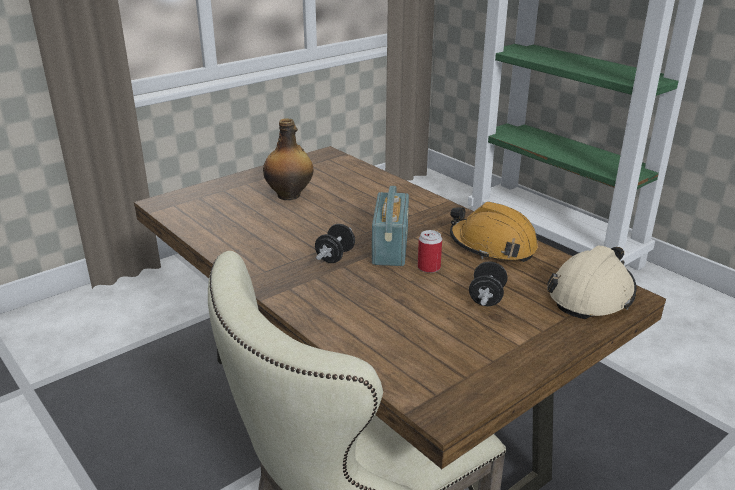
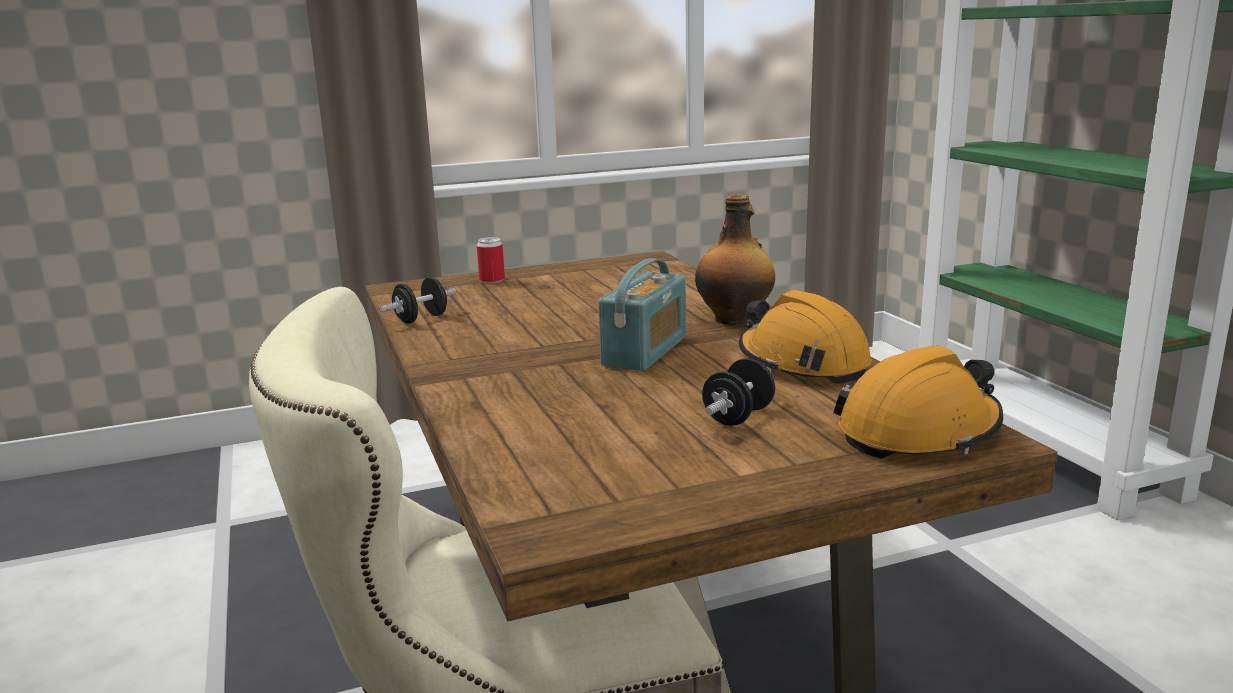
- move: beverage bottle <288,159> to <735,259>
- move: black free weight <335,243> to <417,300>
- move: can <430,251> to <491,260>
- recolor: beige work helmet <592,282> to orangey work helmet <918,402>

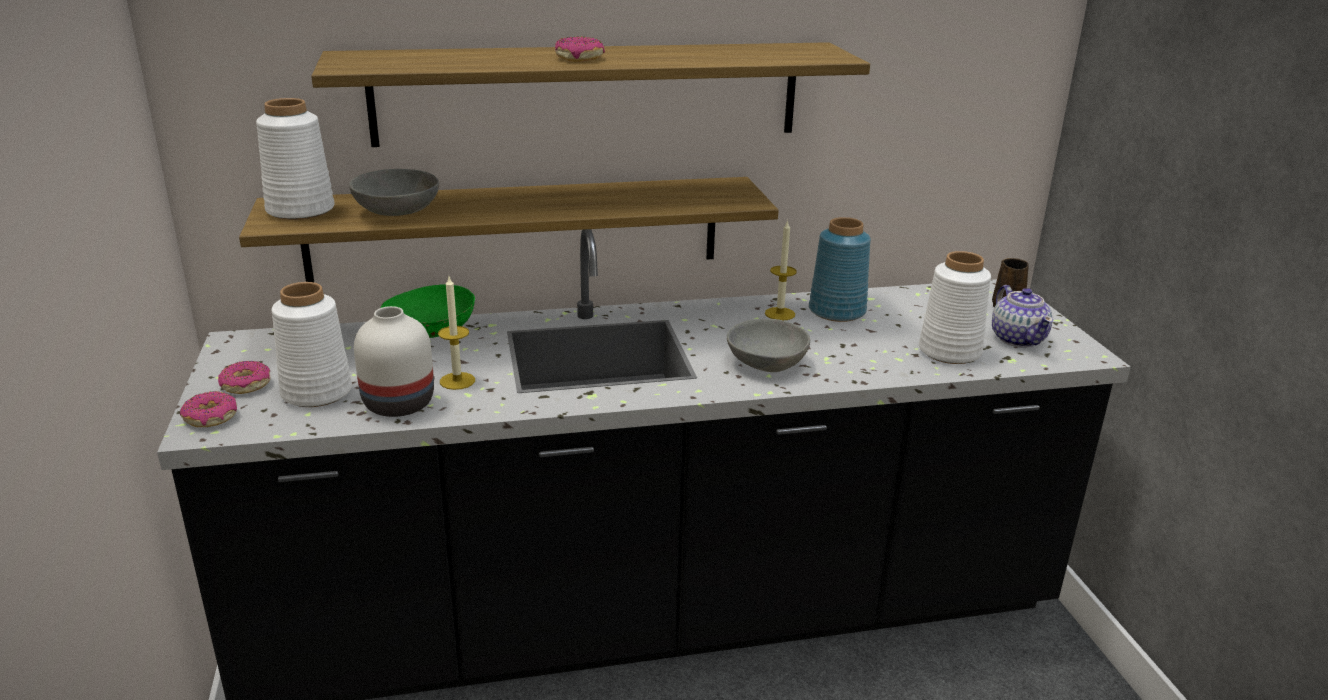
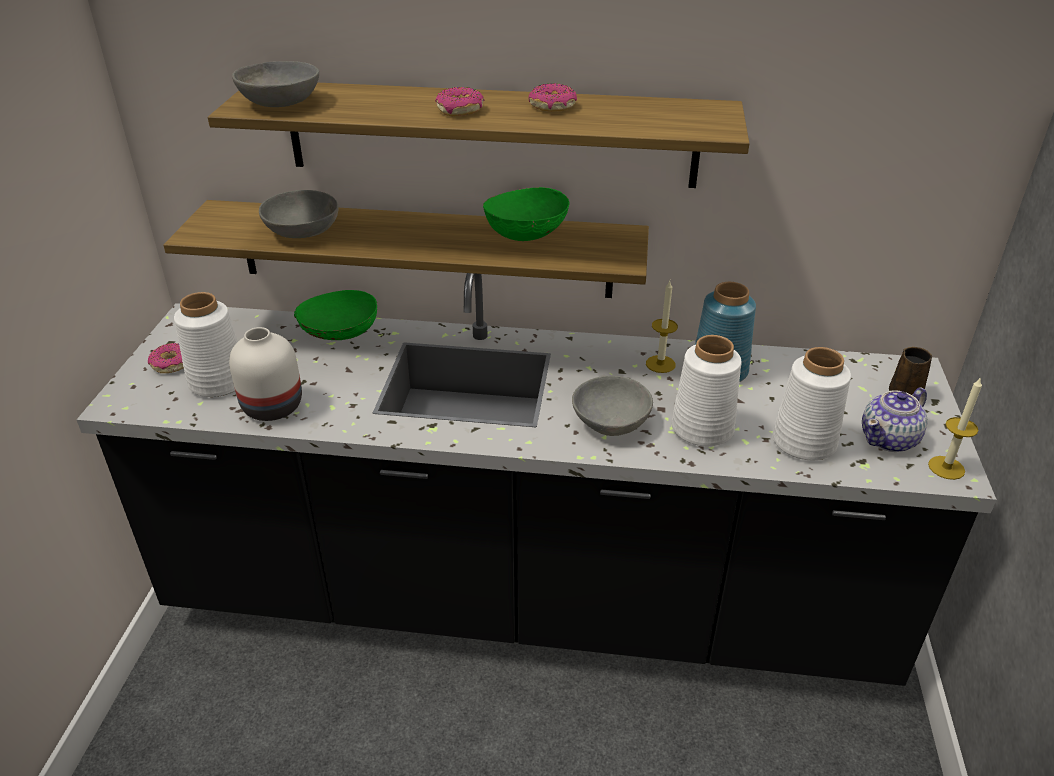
- move: white-coloured flower vase <295,159> to <707,390>
- move: candle <456,333> to <955,428>
- rotate: teapot <1022,316> = <895,419> 45 degrees clockwise
- move: donut <208,409> to <552,97>
- insert: greyish bowl <275,84>
- insert: greenish bowl <526,214>

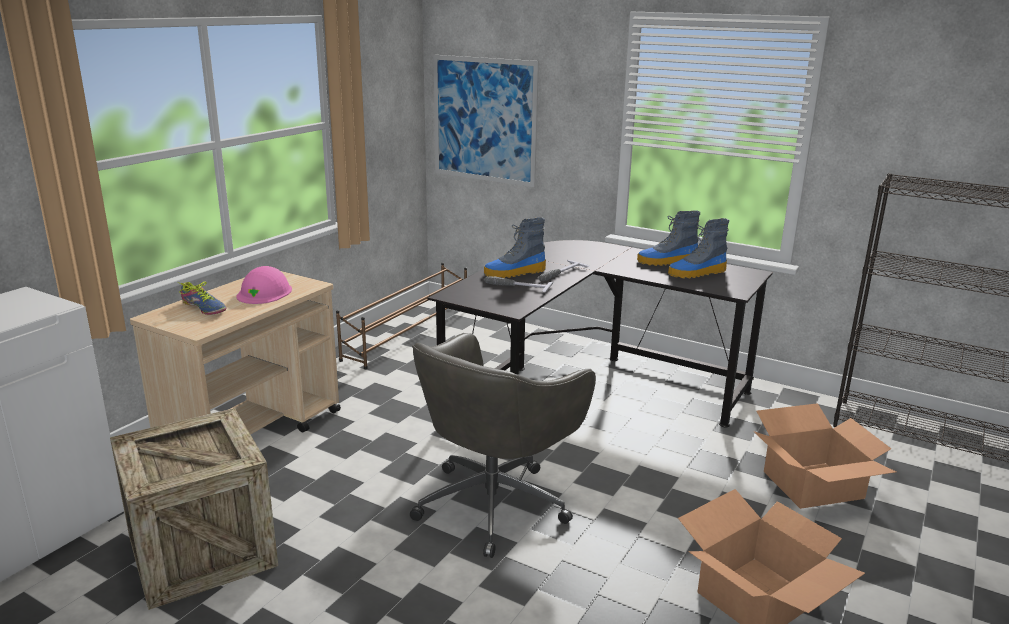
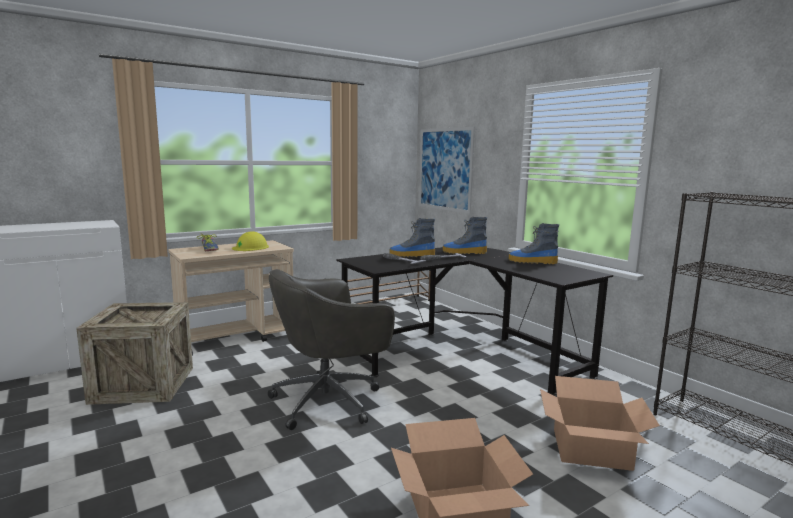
- move: tall boot <698,248> to <465,235>
- recolor: pinkish work helmet <264,285> to yellow work helmet <250,241>

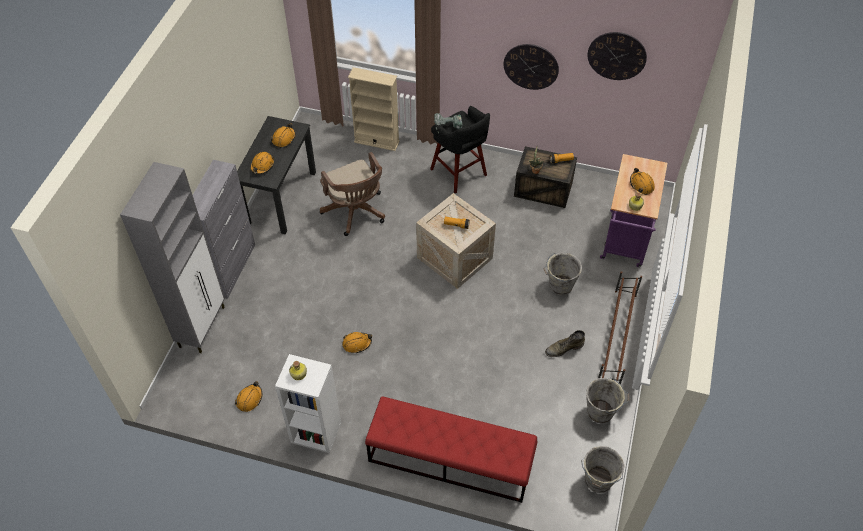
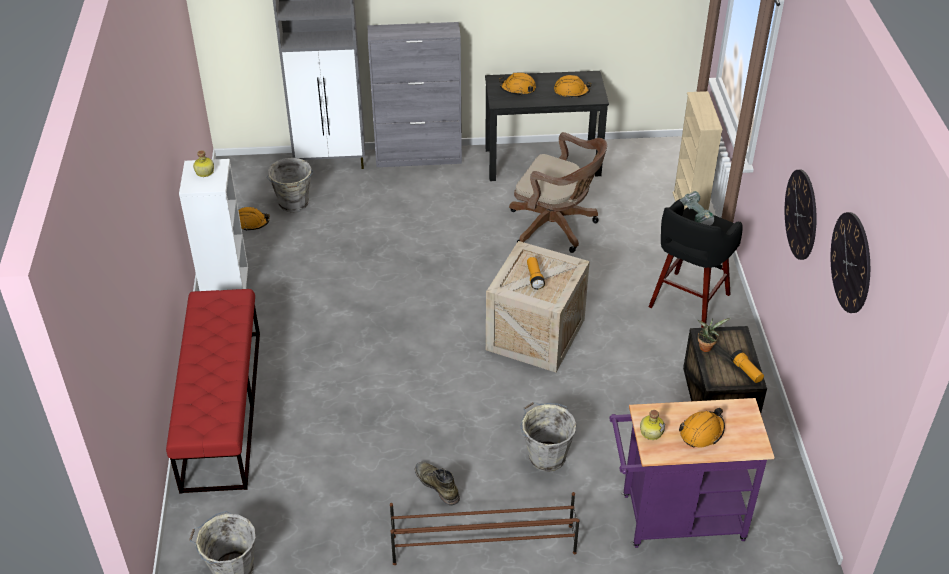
- rotate: brown-coloured desk chair <352,194> = <558,192> 105 degrees counterclockwise
- delete: orangey work helmet <357,342>
- move: greyish pail <607,401> to <289,185>

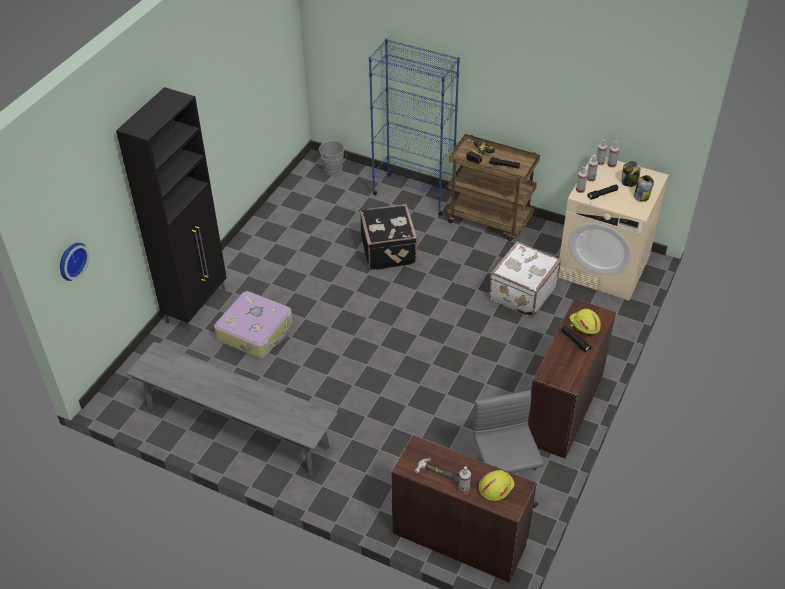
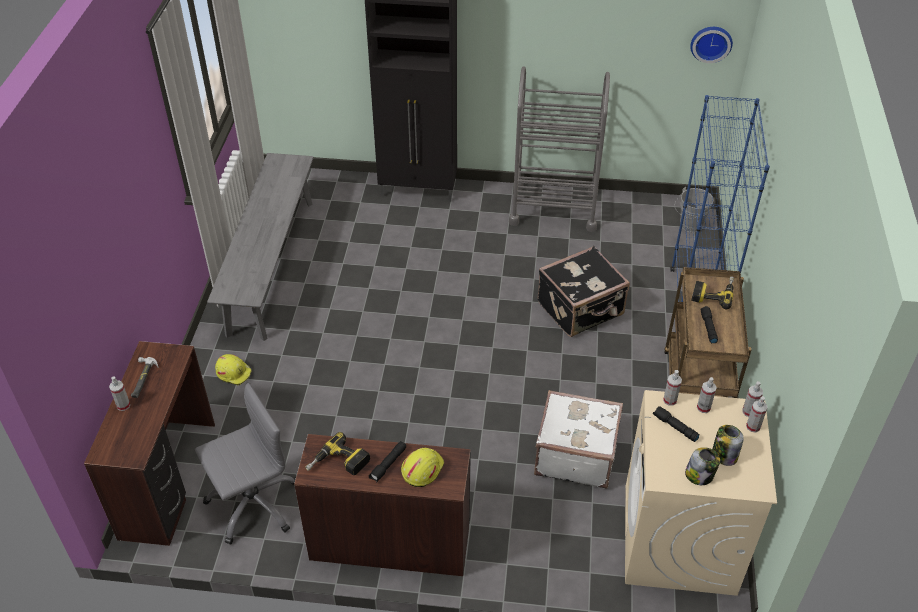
- move: clock on the wall <74,261> to <711,45>
- delete: suitcase <253,325>
- move: yellow work helmet <497,486> to <233,369>
- insert: greyish cart <559,149>
- insert: power drill <337,453>

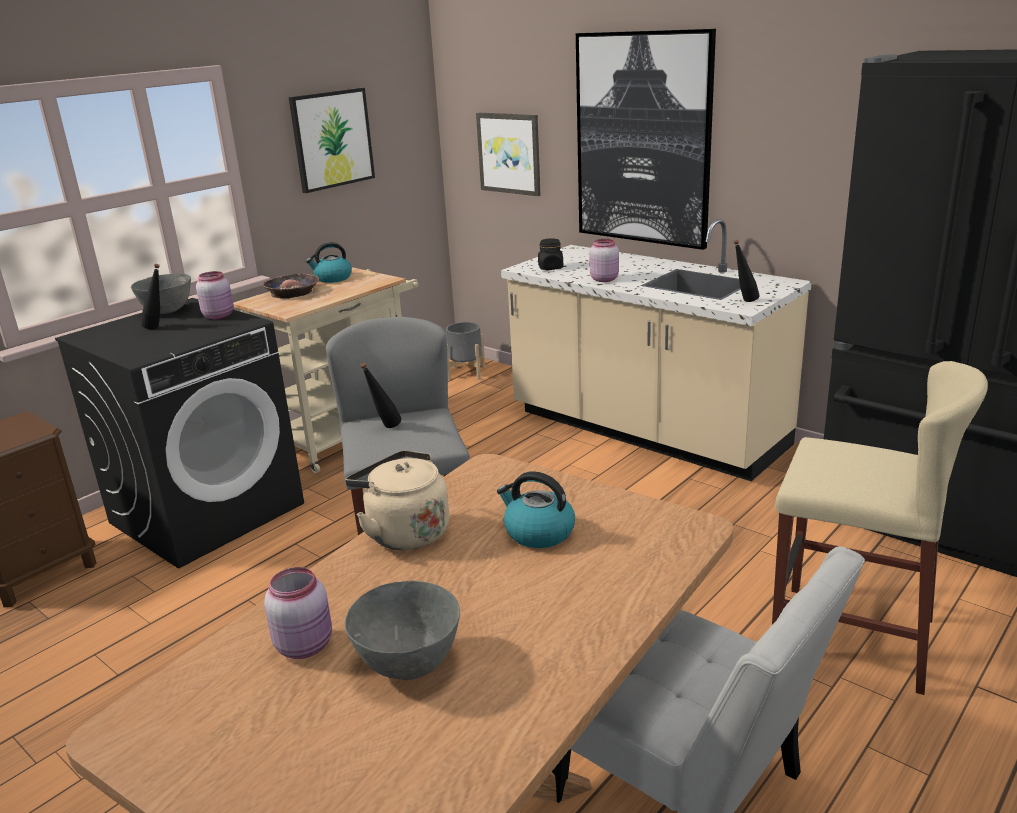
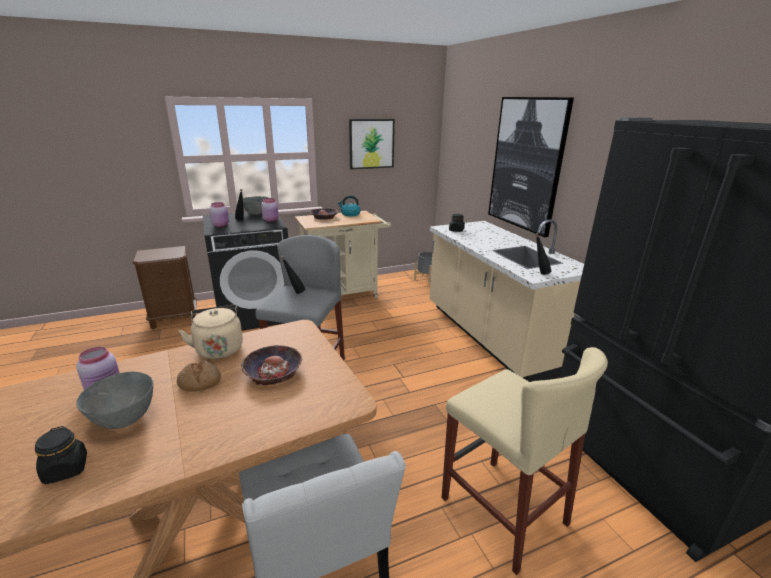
- delete: wall art <508,154>
- move: pinkish preserve jar <604,260> to <219,214>
- replace: kettle <536,509> to bowl <271,365>
- insert: baked bread <199,376>
- insert: black preserve jar <61,455>

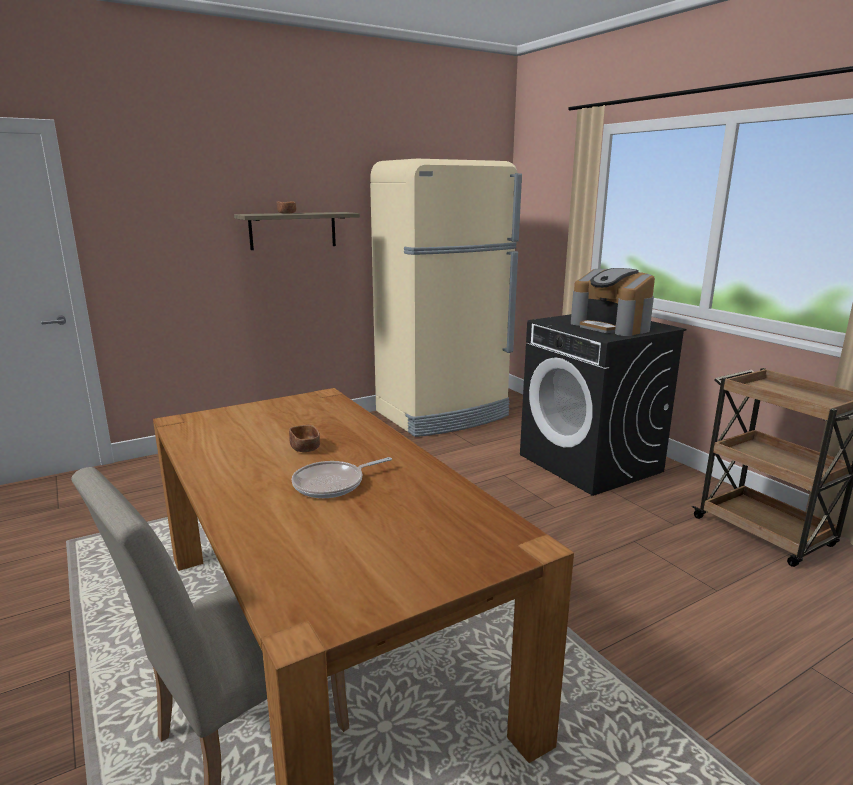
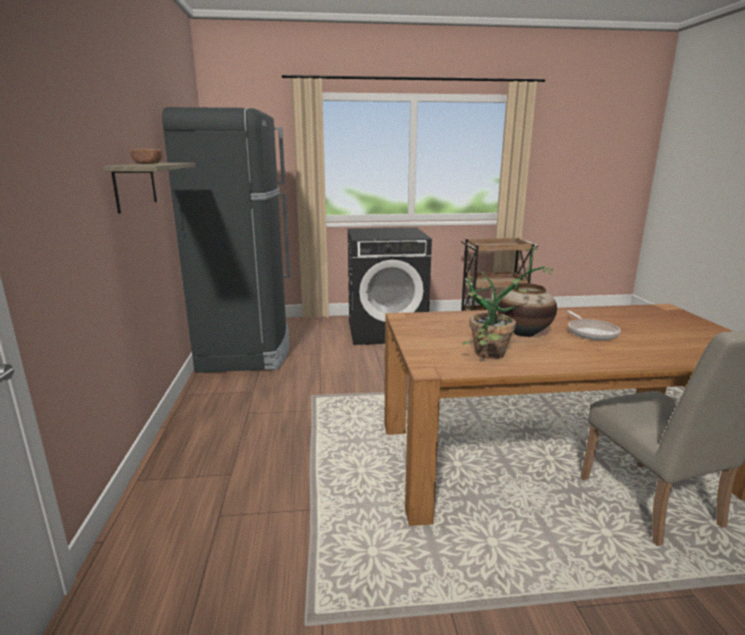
- recolor: beige kitchen fridge <446,298> to black kitchen fridge <226,240>
- delete: coffee machine <613,302>
- replace: brown-coloured bowl <304,438> to flower vase <527,310>
- insert: plant in a pot <507,303>

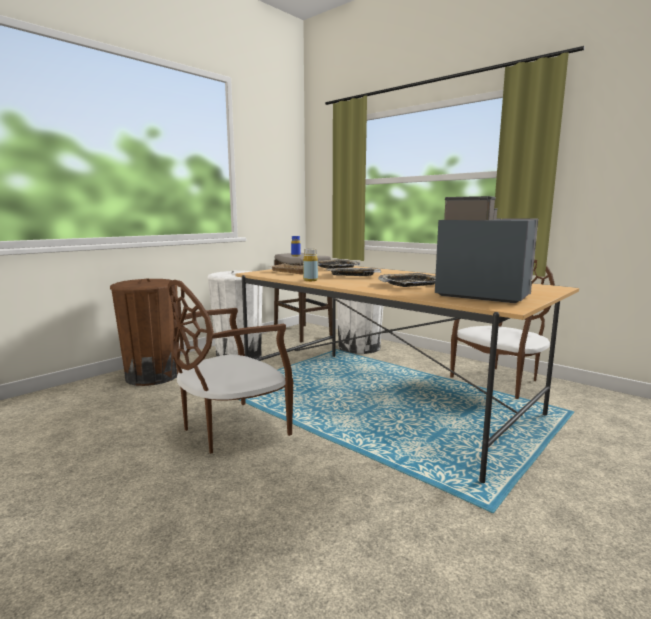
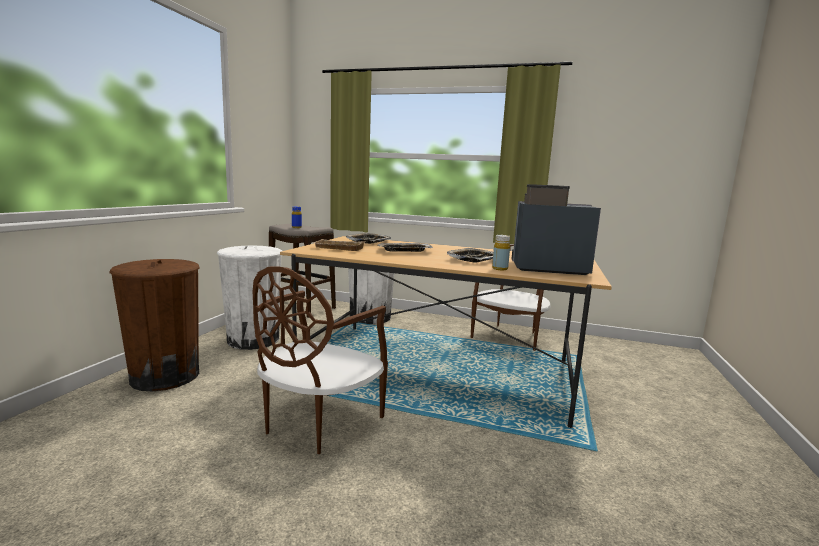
- move: yellow beverage bottle <310,265> to <501,252>

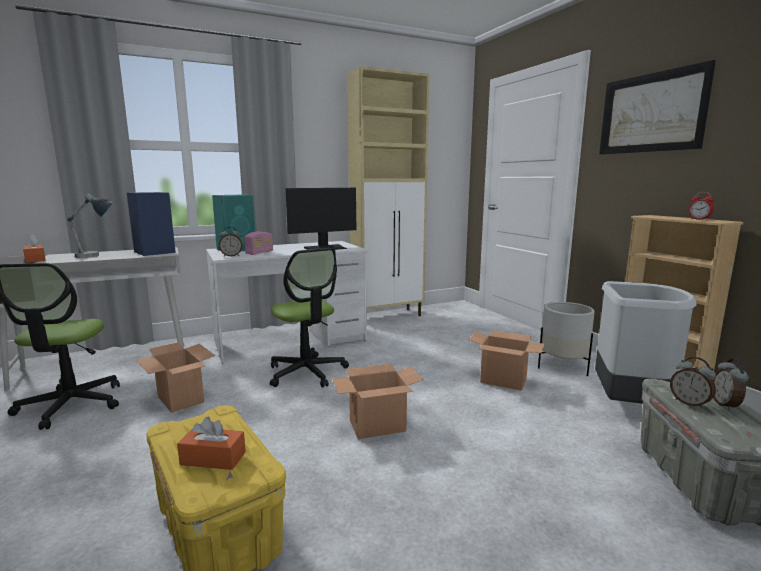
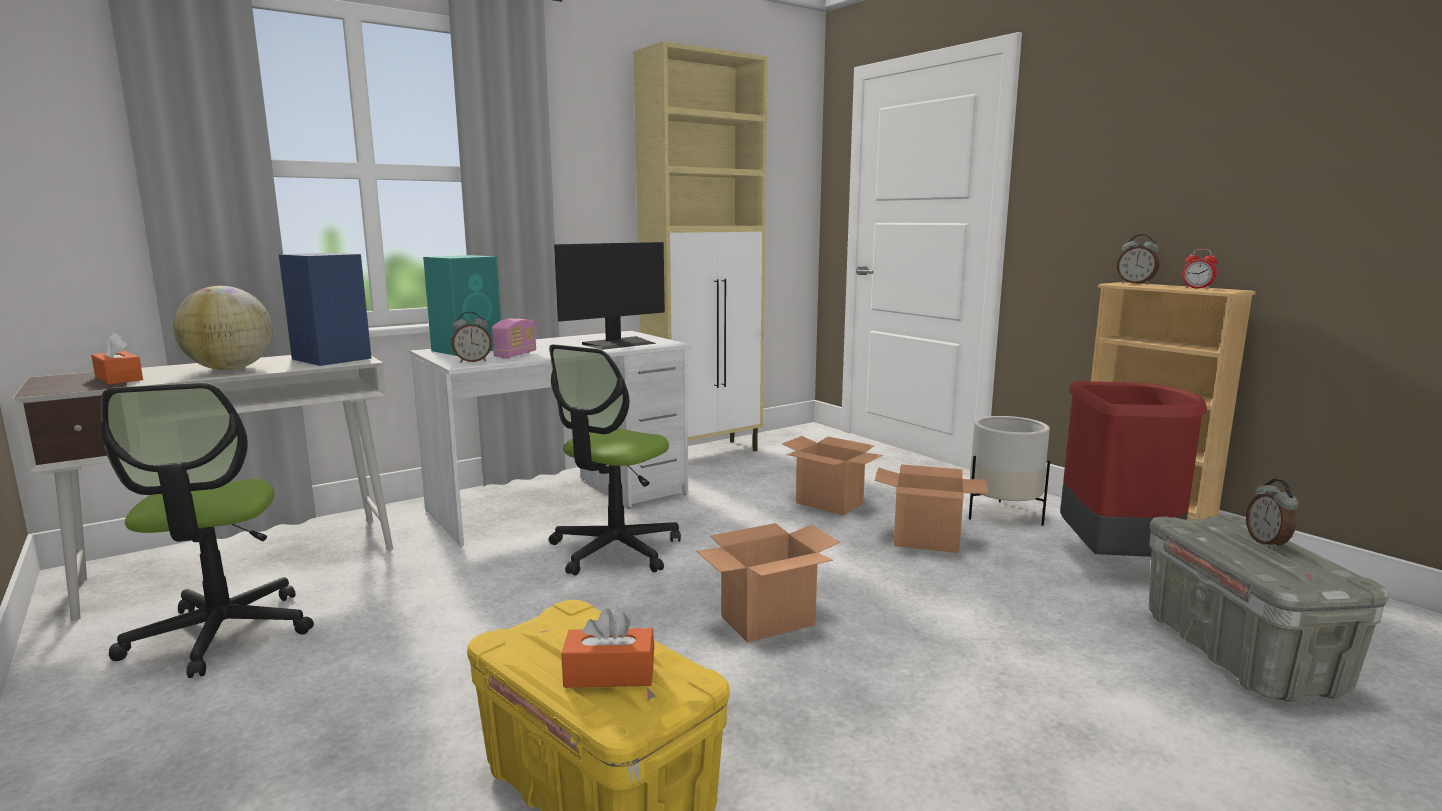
- delete: wall art <657,107>
- replace: table lamp <90,226> to globe <223,328>
- rotate: desk chair <309,318> = <615,459> 75 degrees clockwise
- recolor: greyish waste bin <646,342> to red-coloured waste bin <1133,469>
- move: packing box <176,377> to <832,475>
- move: alarm clock <693,383> to <1138,259>

